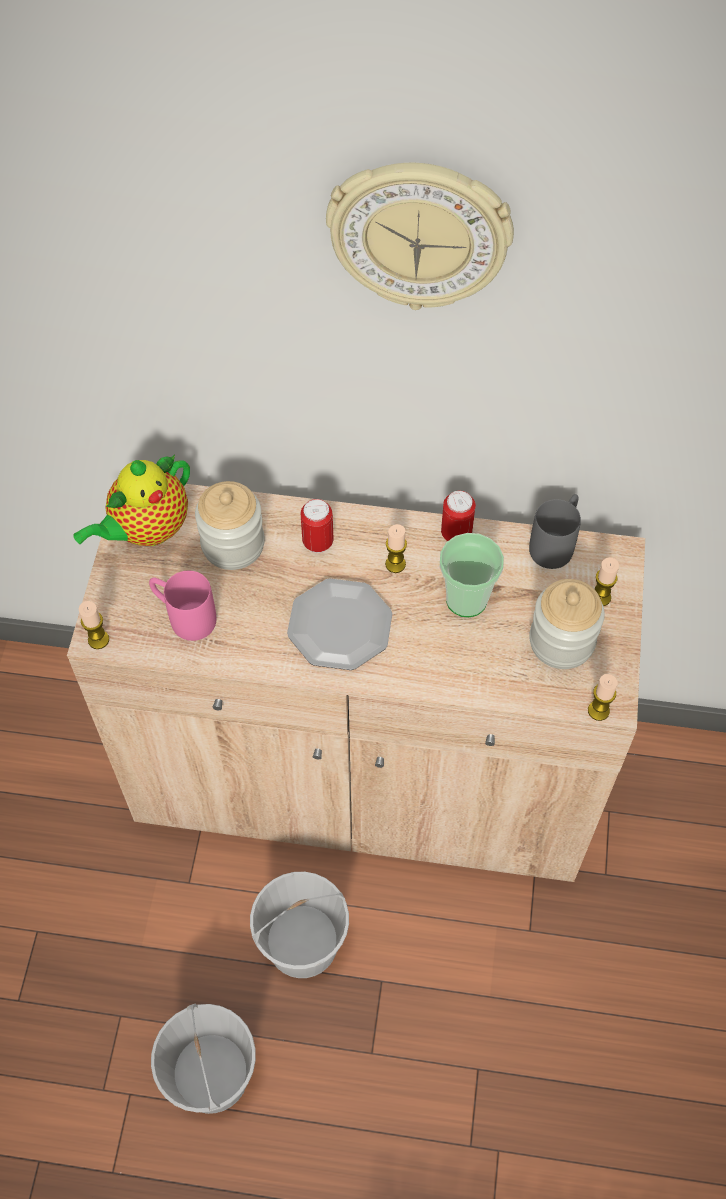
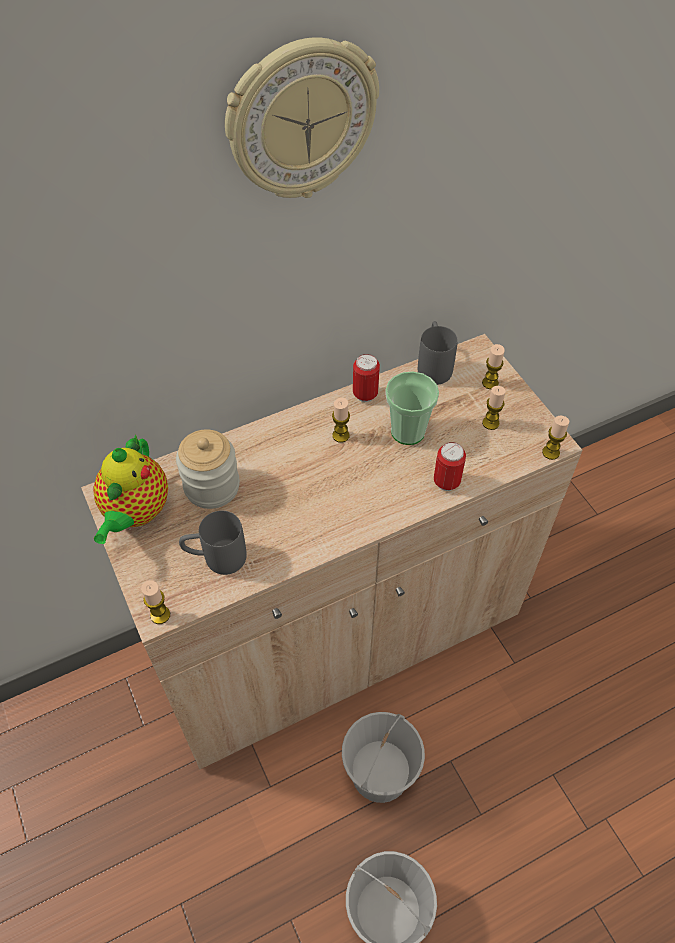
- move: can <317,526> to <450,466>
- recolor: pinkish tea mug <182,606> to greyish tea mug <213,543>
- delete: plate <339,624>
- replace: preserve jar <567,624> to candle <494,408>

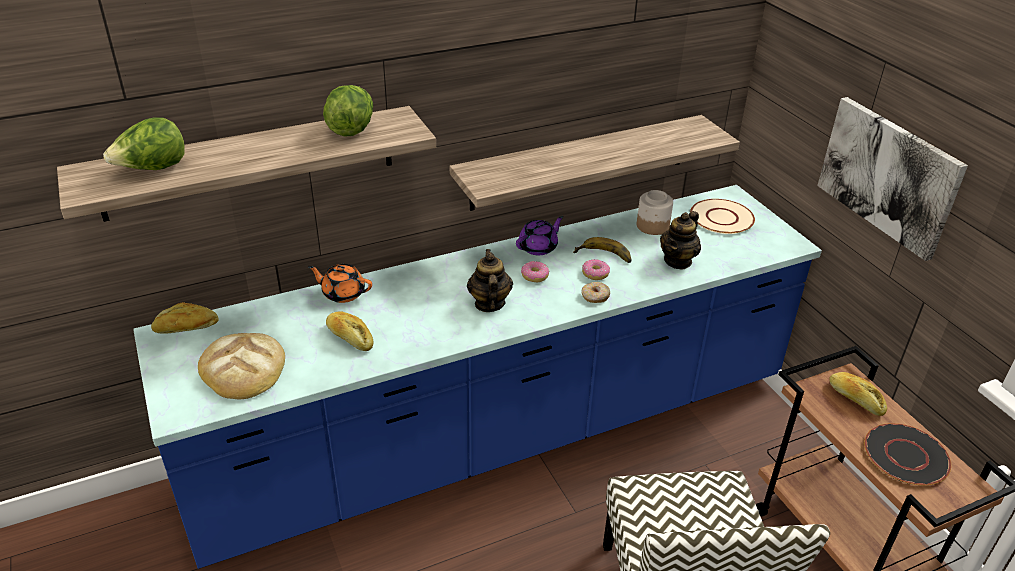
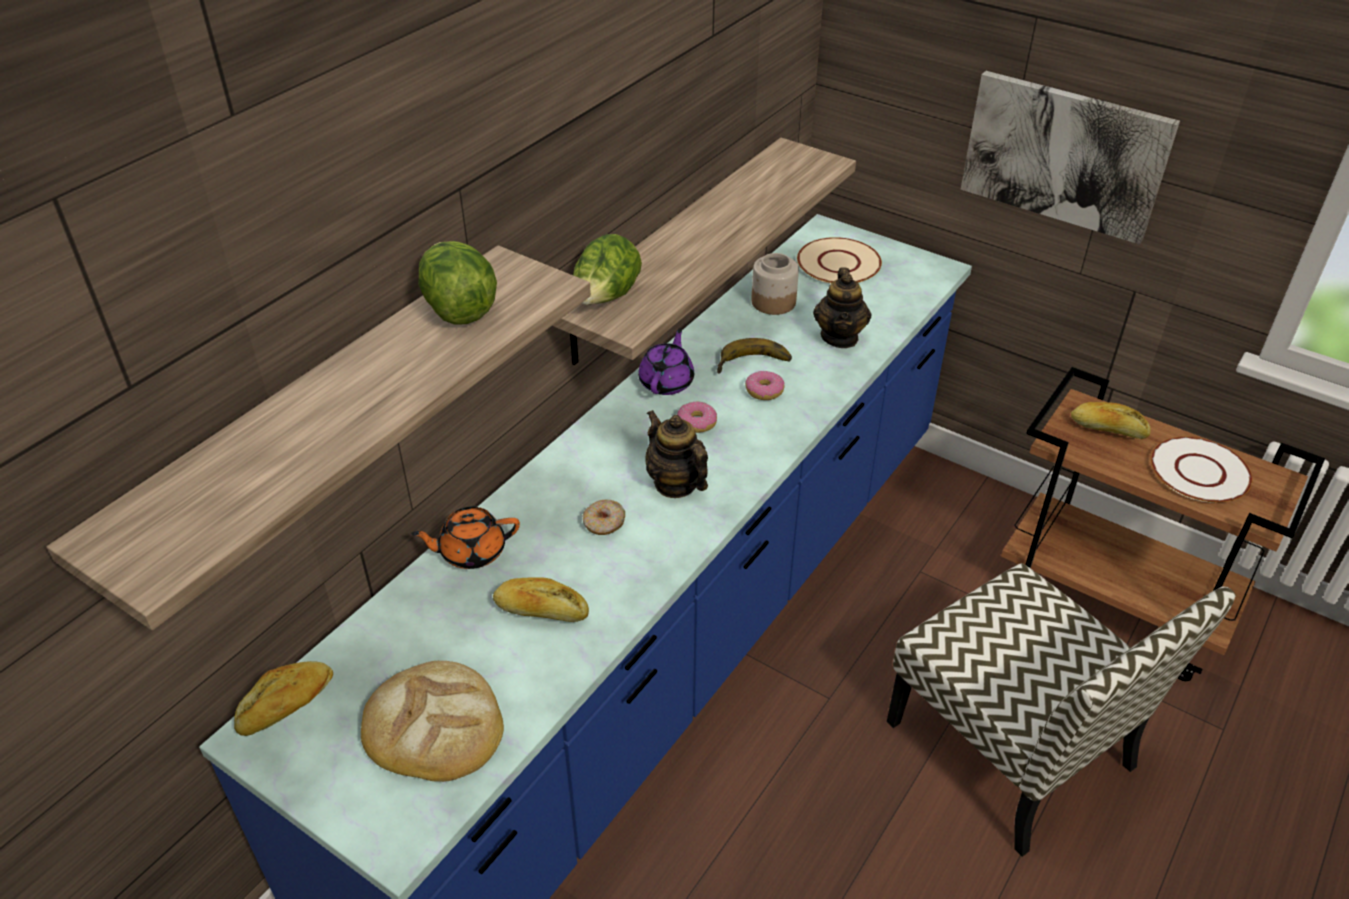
- move: lettuce head <144,144> to <607,269>
- move: donut <595,292> to <604,517>
- recolor: black plate <907,454> to white-coloured plate <1201,470>

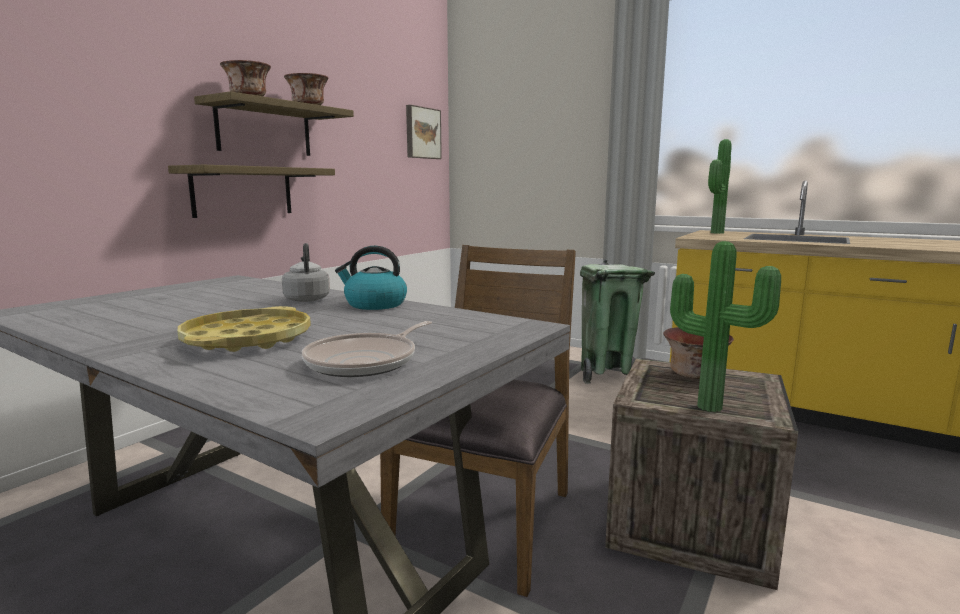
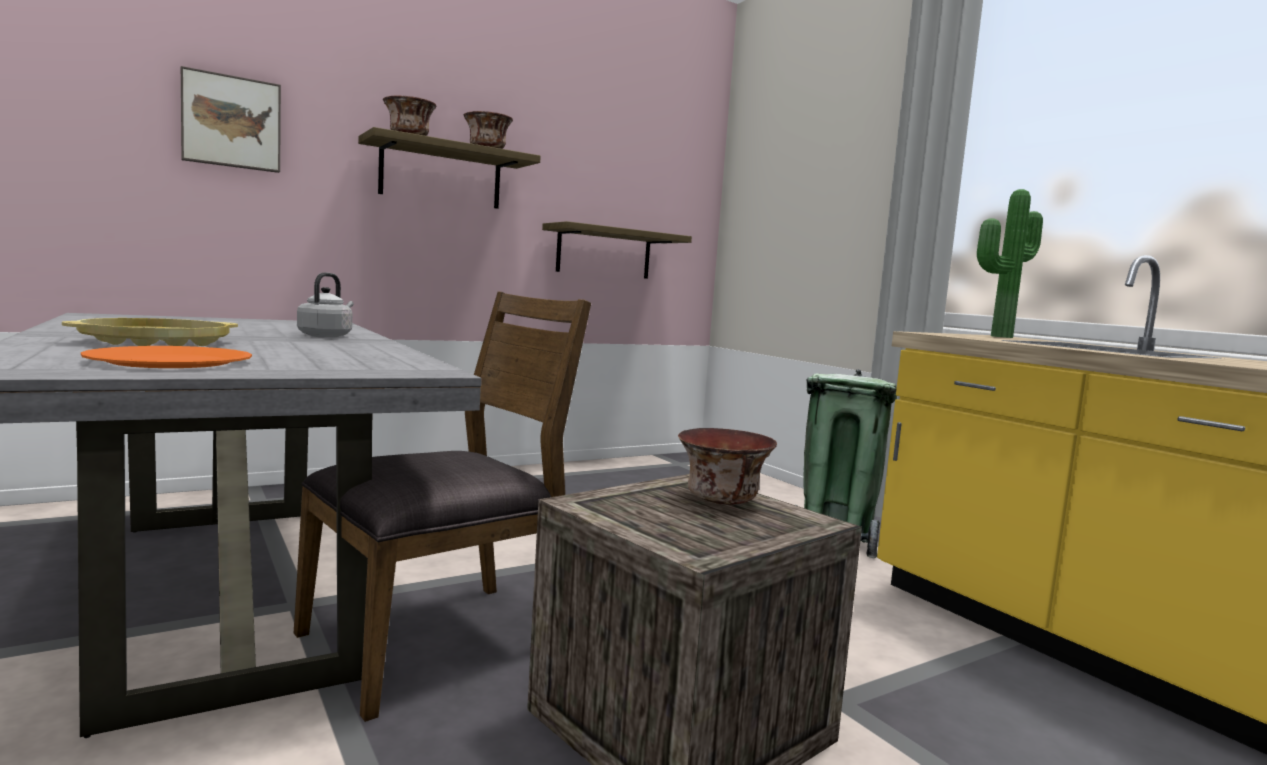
- move: wall art <424,132> to <231,119>
- move: shelf <251,191> to <617,250>
- delete: plant in a pot <725,326>
- delete: kettle <371,278>
- replace: skillet <367,349> to orangey plate <166,357>

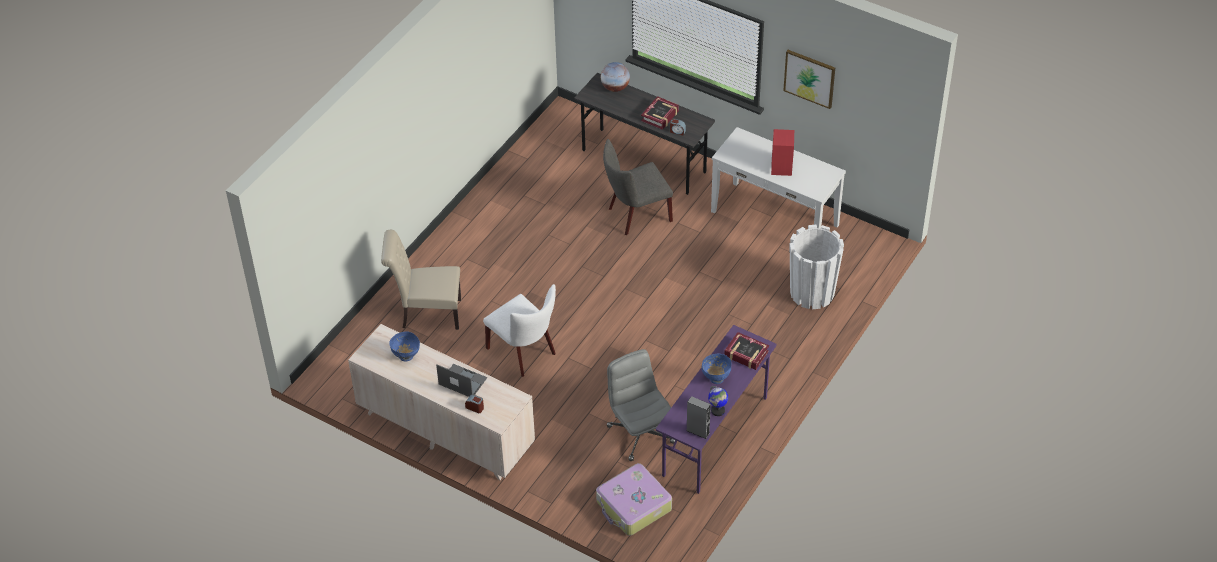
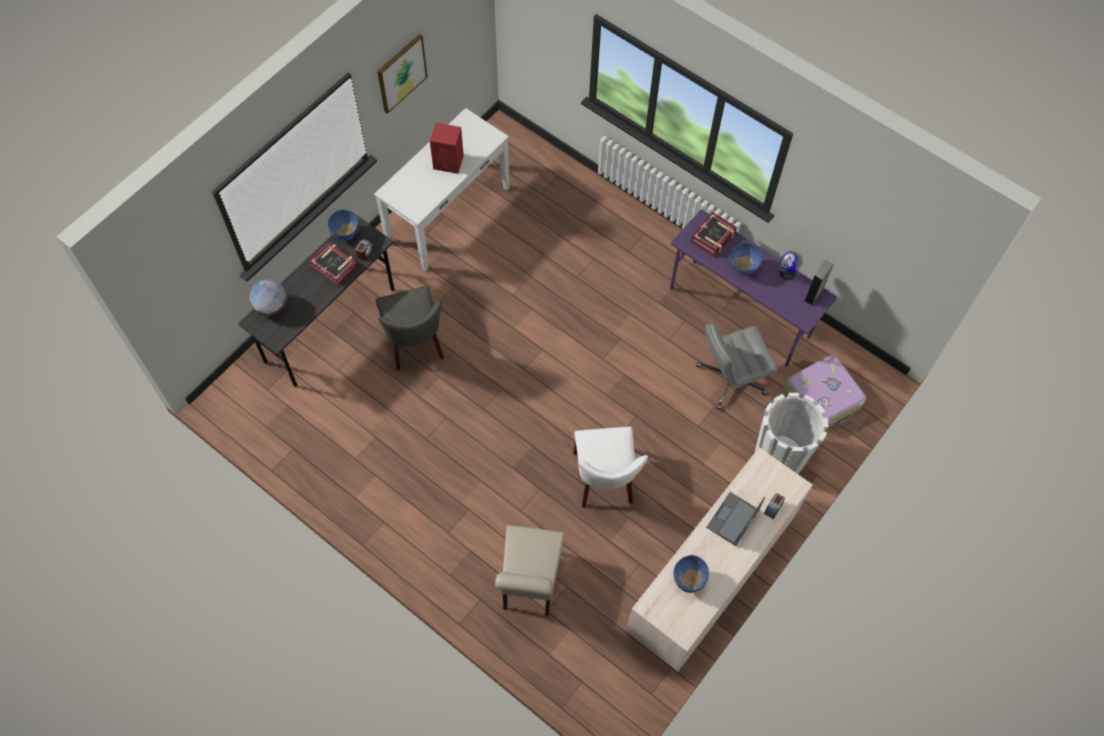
- move: white-coloured plant pot <817,267> to <791,433>
- rotate: white-coloured chair <519,330> = <610,467> 120 degrees clockwise
- insert: bluish bowl <343,225>

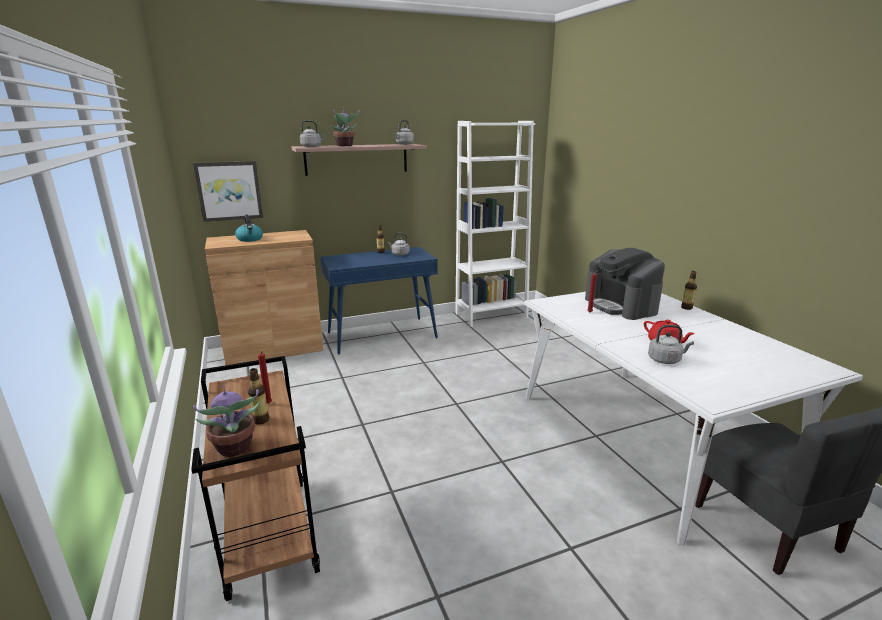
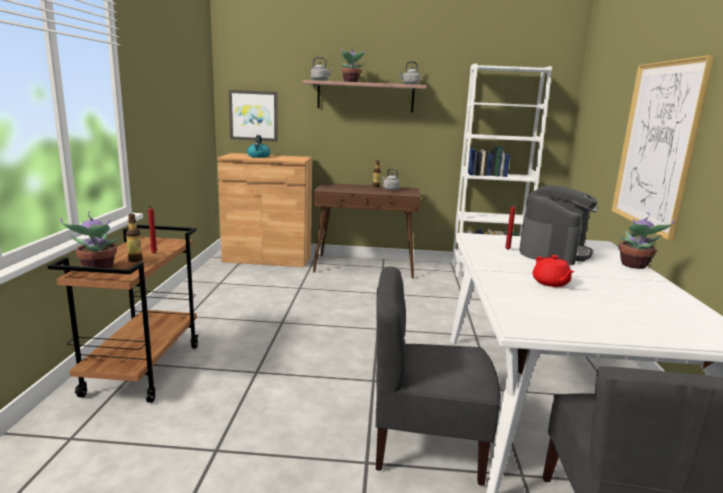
- recolor: bluish hall table <379,301> to brown-coloured hall table <367,230>
- rotate: coffee machine <625,284> = <558,225> 150 degrees counterclockwise
- replace: beverage bottle <689,290> to plant in a pot <646,240>
- delete: greyish kettle <671,344>
- insert: wall art <663,148>
- insert: greyish chair <438,376>

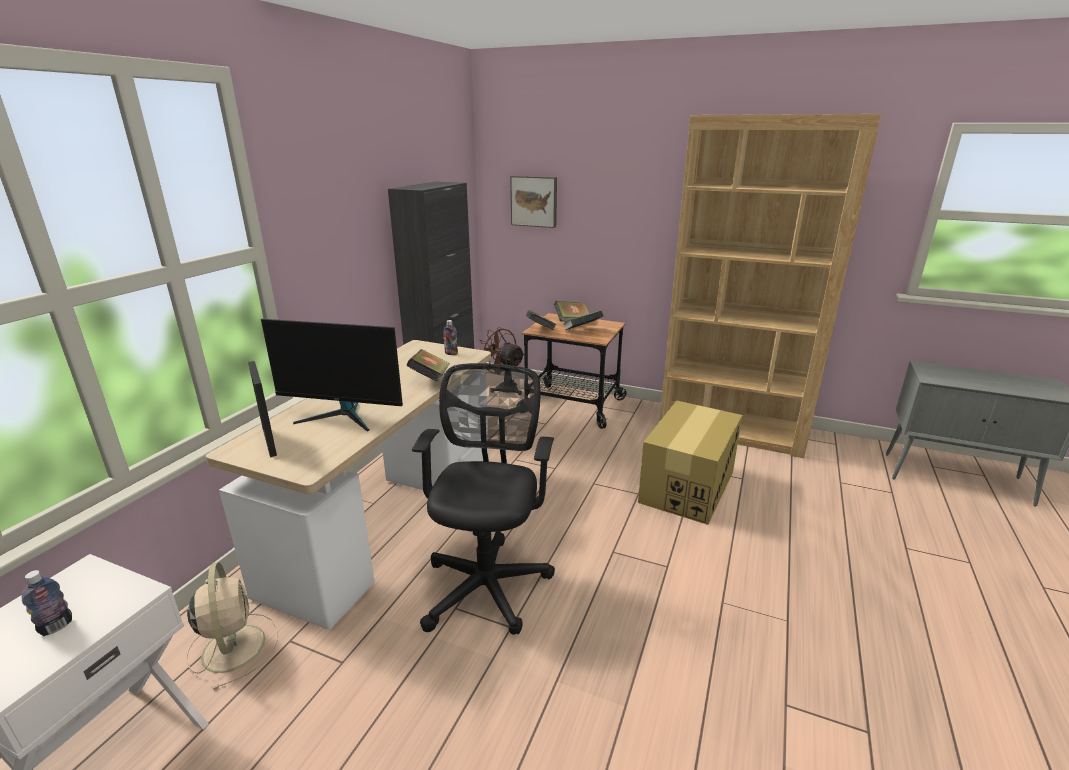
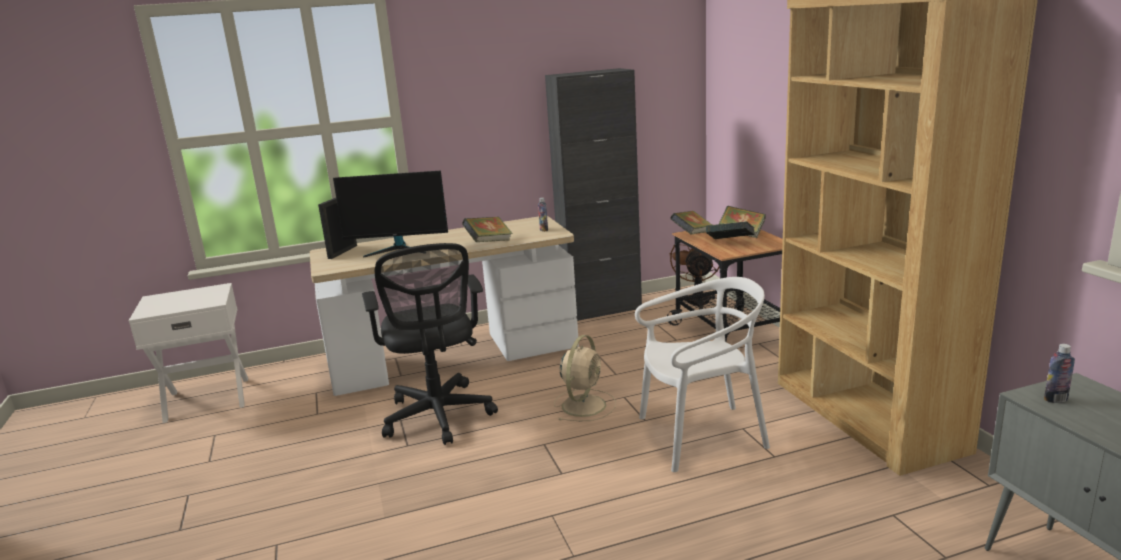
- delete: wall art <533,202>
- rotate: monitor <332,375> = <390,214> 60 degrees counterclockwise
- rotate: black desk chair <483,499> = <430,344> 105 degrees clockwise
- replace: packing box <690,462> to white-coloured chair <702,374>
- move: beige electric fan <232,626> to <585,378>
- move: beverage bottle <47,603> to <1059,373>

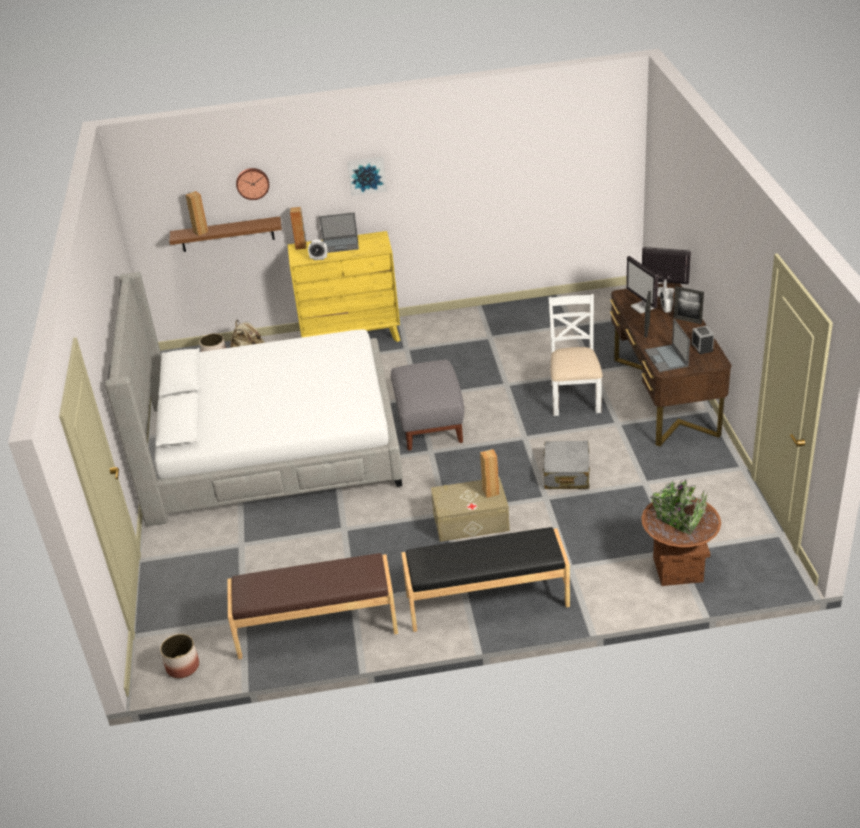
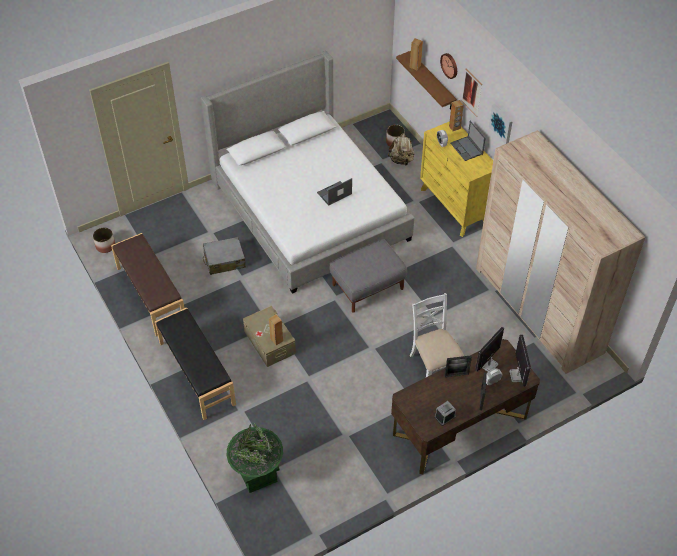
- rotate: white-coloured chair <575,355> = <437,335> 90 degrees counterclockwise
- move: laptop <667,345> to <334,192>
- move: greyish suitcase <566,465> to <224,256>
- recolor: brown-coloured plant pot <681,533> to greenish plant pot <255,458>
- insert: wall art <472,93>
- insert: beige clothes cupboard <561,252>

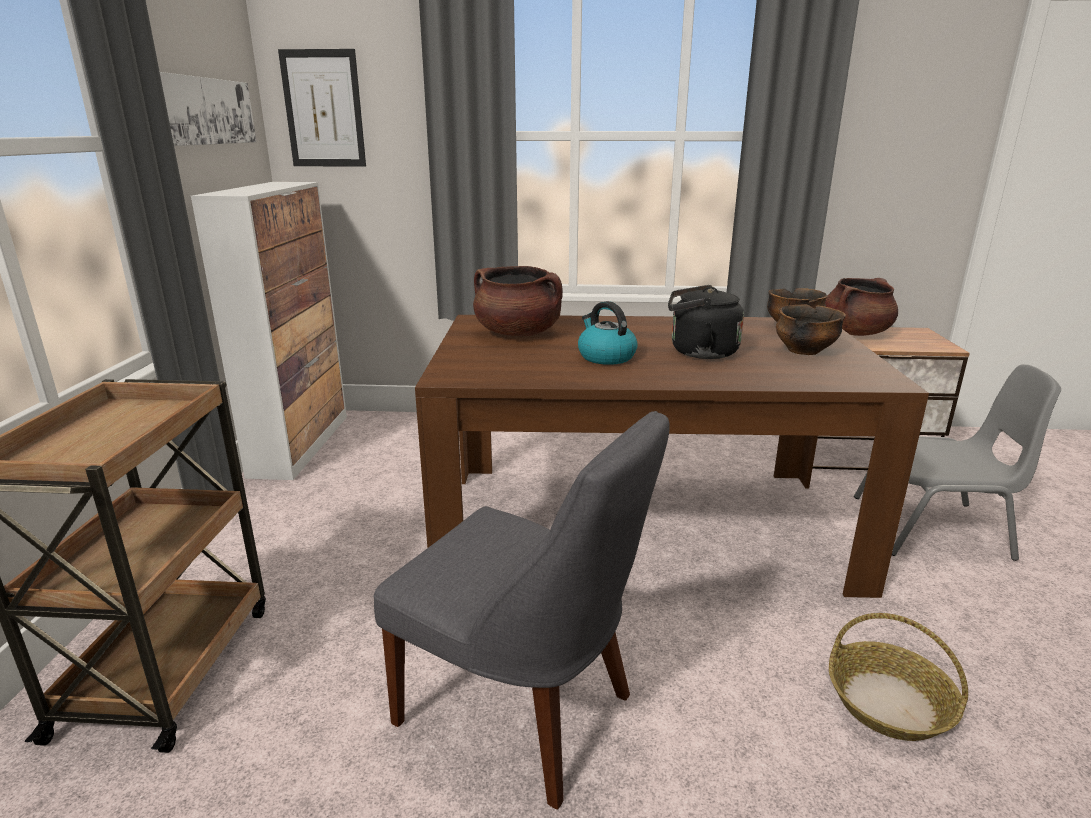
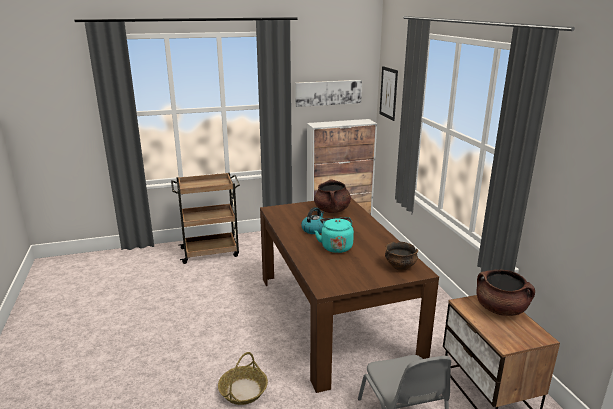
- recolor: black kettle <706,322> to turquoise kettle <334,235>
- delete: bowl <811,330>
- delete: greyish chair <522,610>

